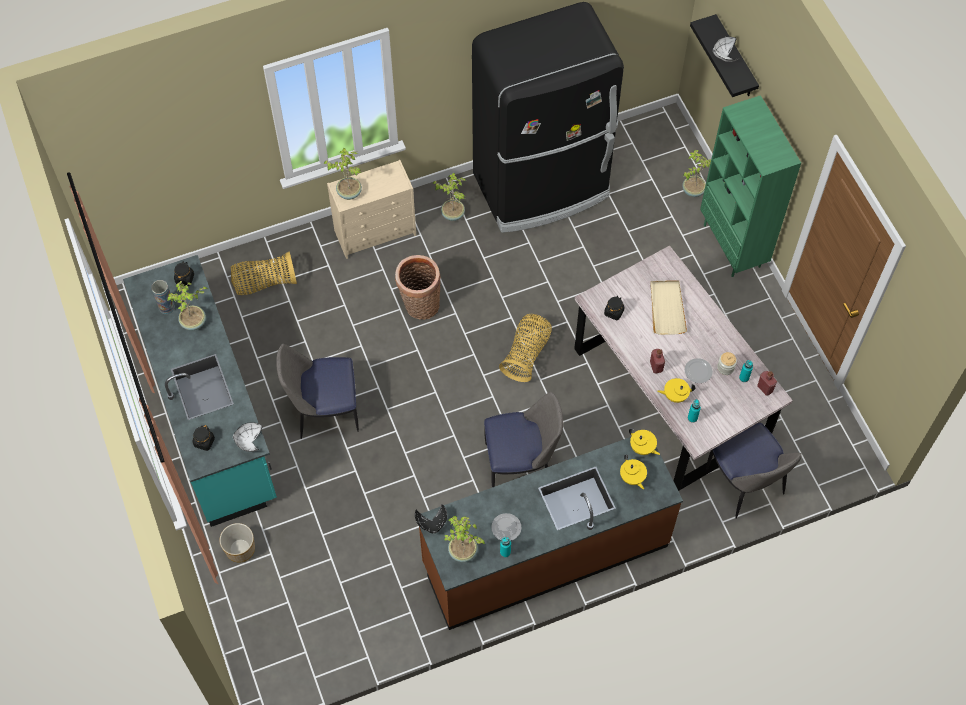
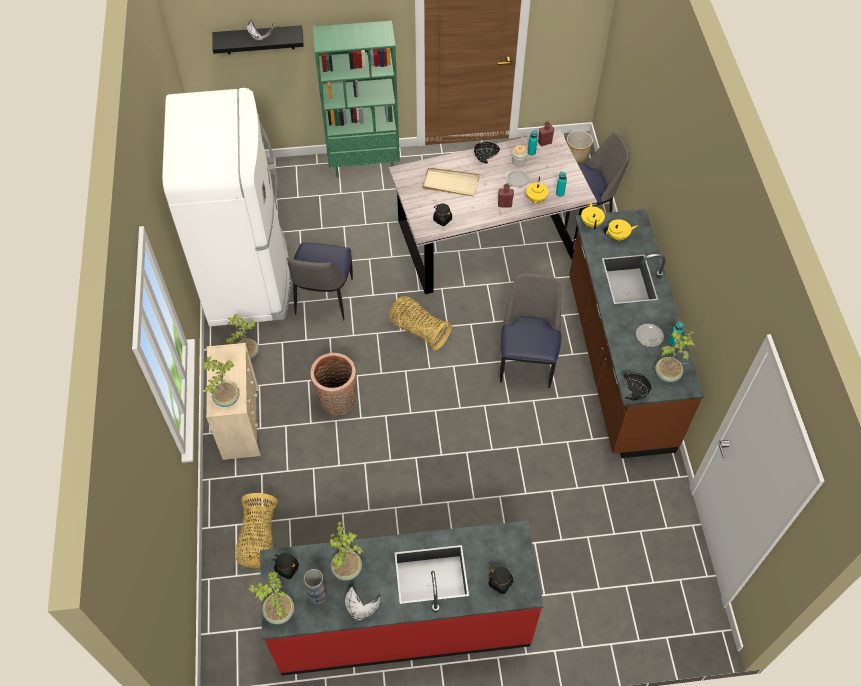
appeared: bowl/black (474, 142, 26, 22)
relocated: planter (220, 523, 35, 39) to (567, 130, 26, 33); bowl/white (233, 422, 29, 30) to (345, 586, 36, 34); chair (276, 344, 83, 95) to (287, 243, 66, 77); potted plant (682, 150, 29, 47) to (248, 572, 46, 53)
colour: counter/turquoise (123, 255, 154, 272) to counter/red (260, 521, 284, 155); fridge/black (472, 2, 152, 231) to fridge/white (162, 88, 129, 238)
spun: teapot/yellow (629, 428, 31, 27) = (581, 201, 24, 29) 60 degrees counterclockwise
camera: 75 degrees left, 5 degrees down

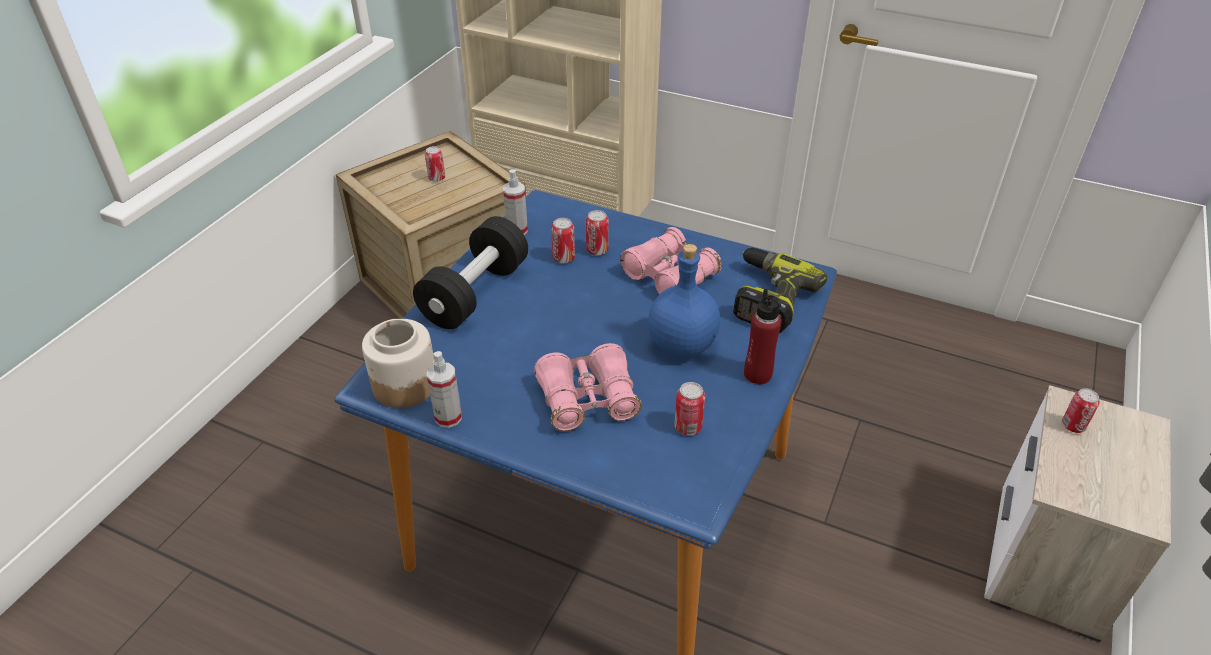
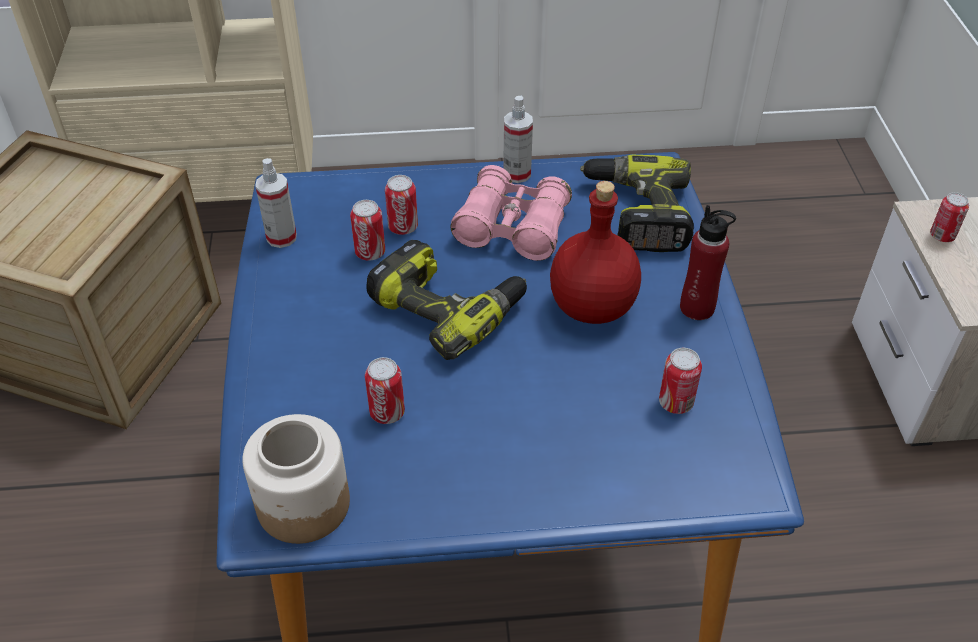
missing: dumbbell/black (413, 216, 115, 113); binoculars/pink (534, 343, 107, 88)
appeared: power drill (366, 240, 161, 120)
relocated: can (425, 146, 20, 36) to (365, 357, 40, 67); spray bottle (427, 351, 35, 77) to (503, 96, 30, 87)
colour: bottle/blue (648, 244, 72, 114) to bottle/red (550, 181, 91, 143)
camera: 30 degrees left, 5 degrees up

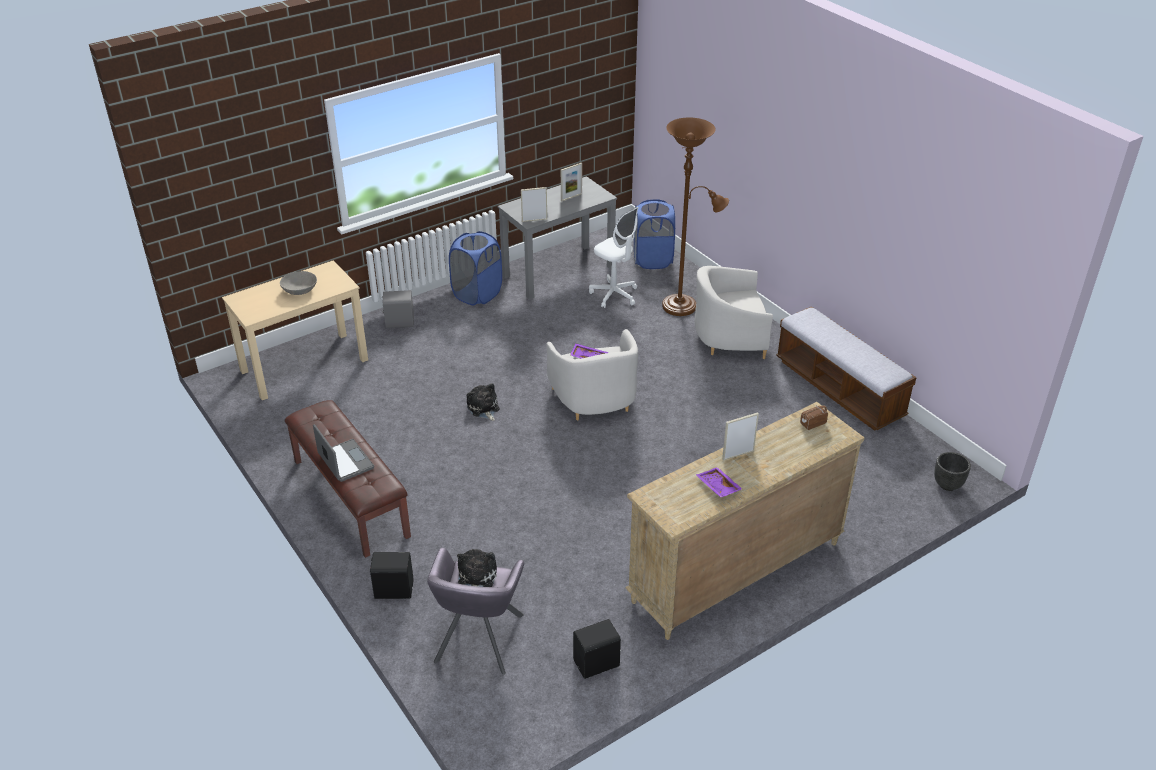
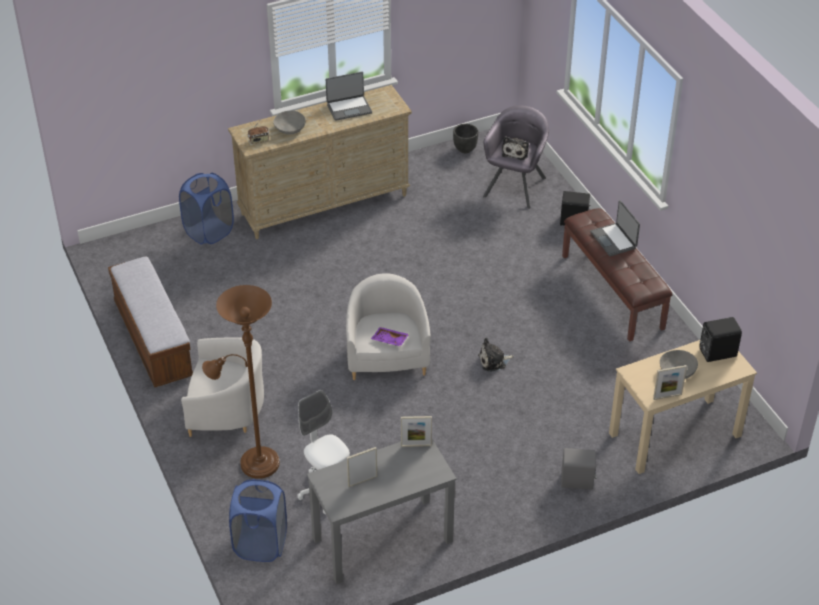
appeared: bowl/grey (273, 111, 33, 24)
relocated: laundry basket/blue (449, 231, 53, 75) to (179, 173, 55, 72); speaker/black (573, 619, 48, 60) to (699, 317, 43, 45); picture frame (722, 413, 37, 48) to (653, 365, 34, 35); planter/black (934, 452, 37, 39) to (453, 124, 25, 29)
exchanged: tray/purple (696, 467, 46, 31) to laptop (326, 72, 46, 49)
spun: plush toy (467, 383, 32, 38) = (478, 338, 36, 34) 90 degrees clockwise
camera: 170 degrees left, 5 degrees up

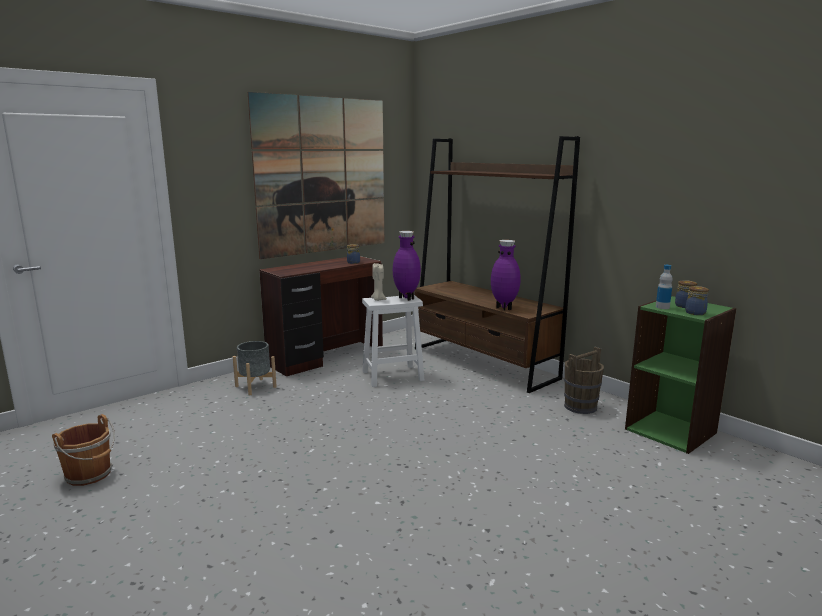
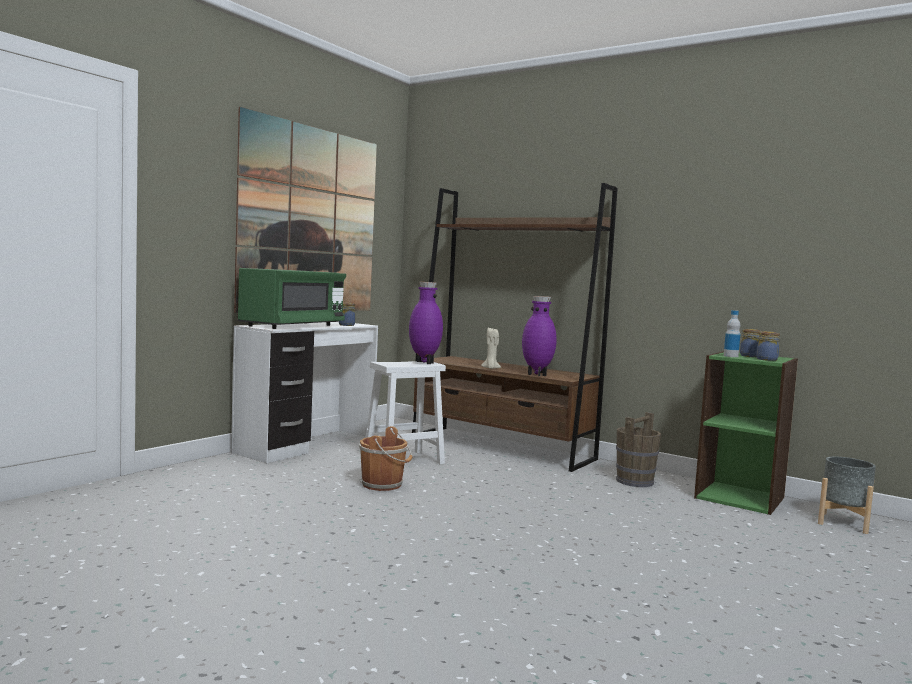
appeared: microwave/green (238, 268, 108, 61)
relocated: bucket/brown (52, 414, 63, 72) to (359, 426, 54, 65); planter/grey (233, 341, 44, 54) to (818, 457, 58, 77); candle/beige (371, 263, 16, 38) to (481, 327, 20, 42)
colour: desk/brown (259, 256, 124, 121) to desk/white (231, 322, 147, 142)
camera: 15 degrees left, 10 degrees down

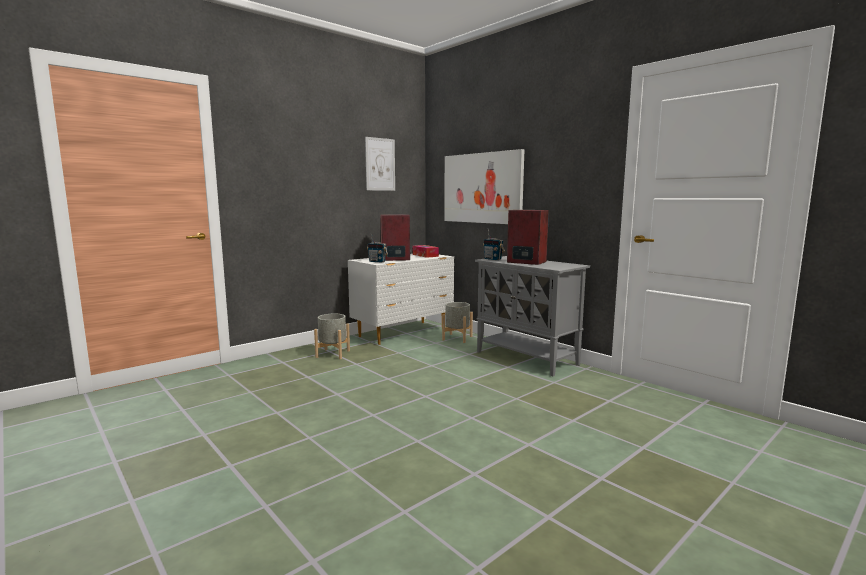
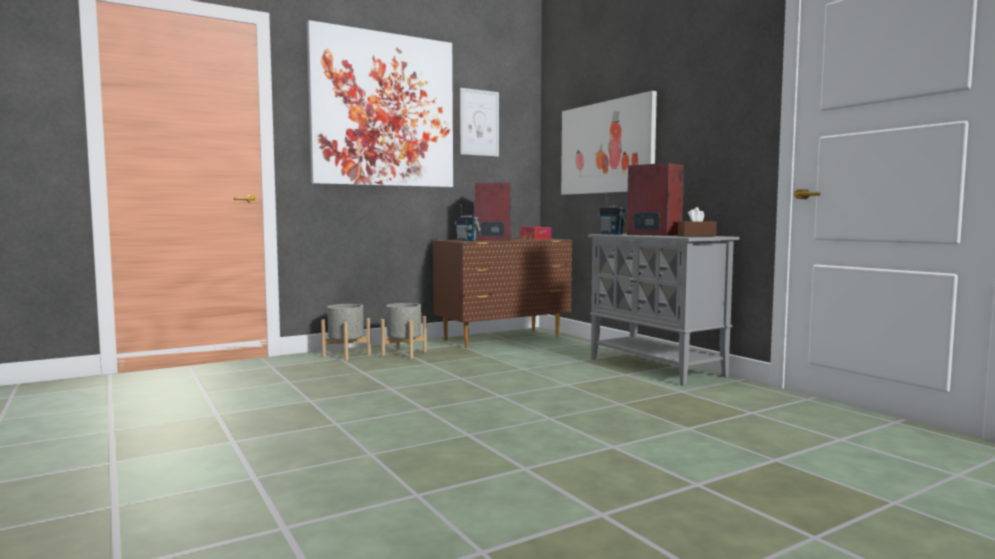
appeared: picture (307, 20, 146, 167); tissue box/brown (678, 207, 39, 29)
relocated: planter/grey (442, 302, 31, 41) to (321, 304, 50, 57)
colour: dresser/white (348, 254, 106, 91) to dresser/brown (433, 238, 139, 110)
camera: 10 degrees right, 5 degrees down

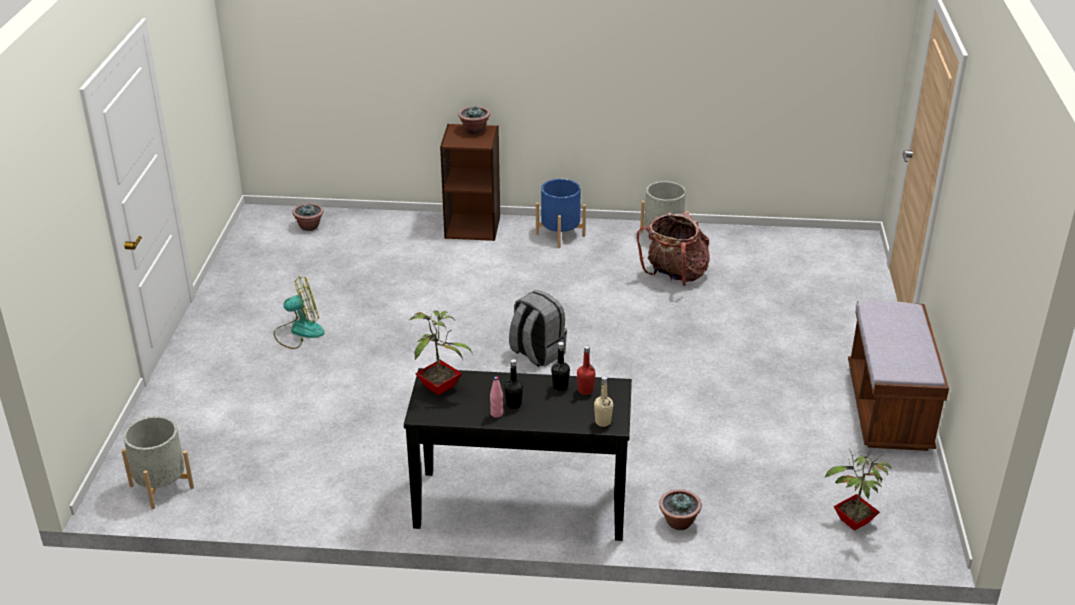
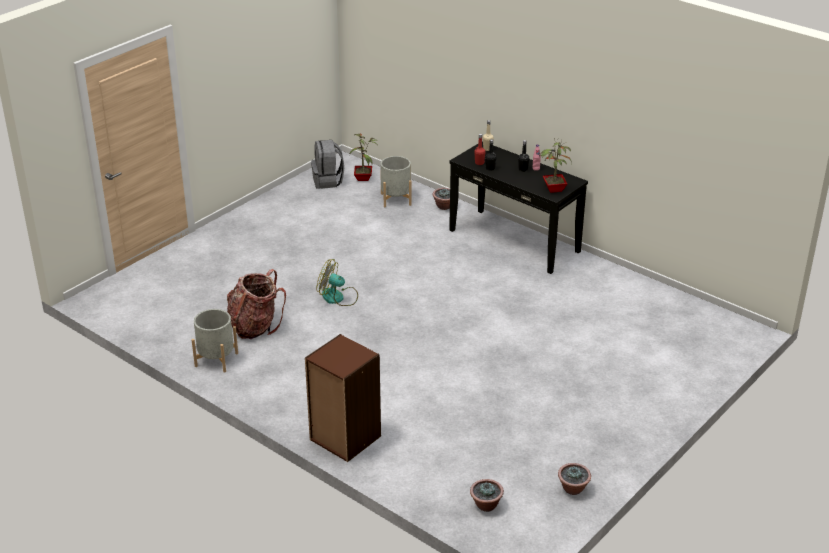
missing: planter/blue (536, 179, 50, 69); bench/brown (848, 301, 101, 150)
relocated: planter/grey (121, 416, 73, 93) to (380, 156, 31, 51); fan (273, 276, 52, 73) to (316, 259, 42, 47); potted plant (458, 106, 32, 29) to (558, 463, 33, 32); backpack/grey (509, 290, 58, 77) to (311, 140, 33, 49)
camera: 145 degrees left, 0 degrees up

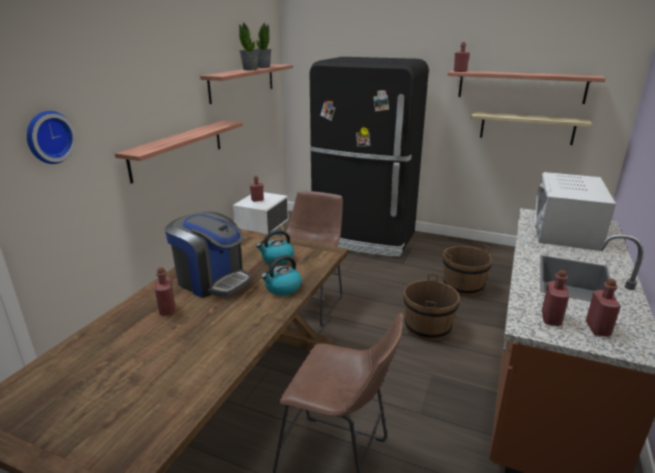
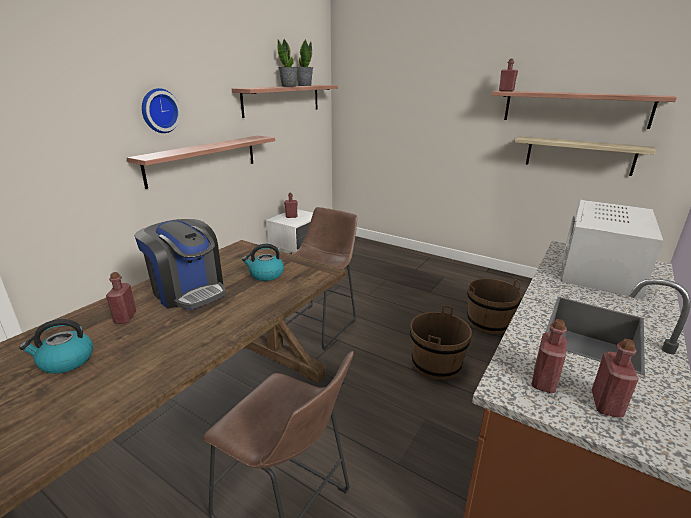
missing: fridge/black (310, 57, 119, 200)
relocated: wall clock (27, 111, 49, 53) to (142, 88, 39, 45); kettle (261, 255, 41, 40) to (19, 319, 74, 55)
camera: 10 degrees right, 0 degrees up

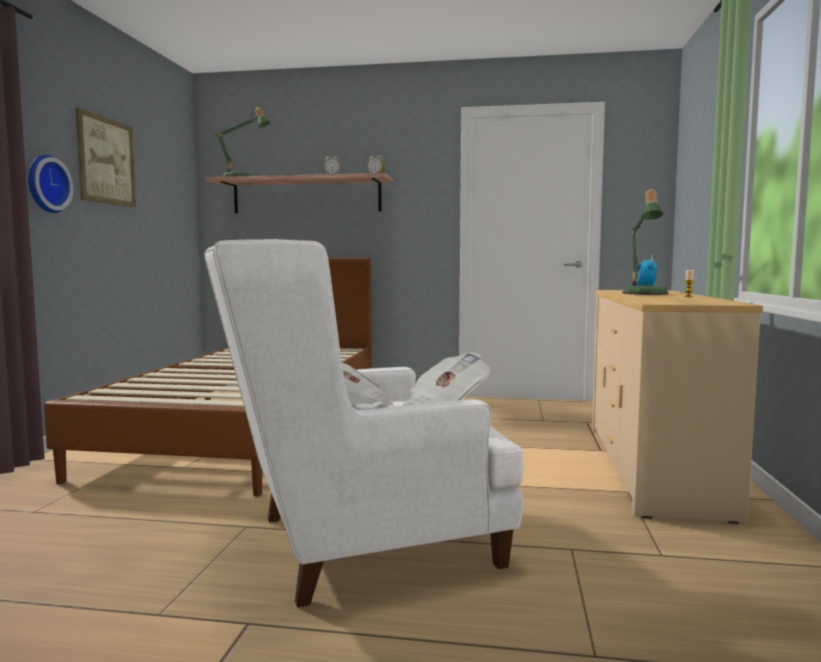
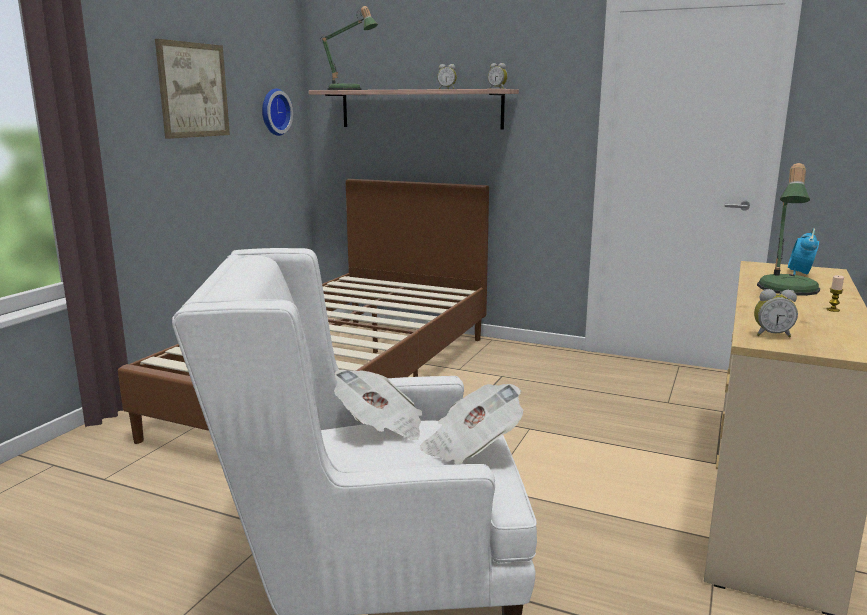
appeared: alarm clock (754, 289, 44, 49)
relocated: wall clock (28, 155, 45, 58) to (262, 88, 31, 48)
camera: 15 degrees right, 10 degrees up

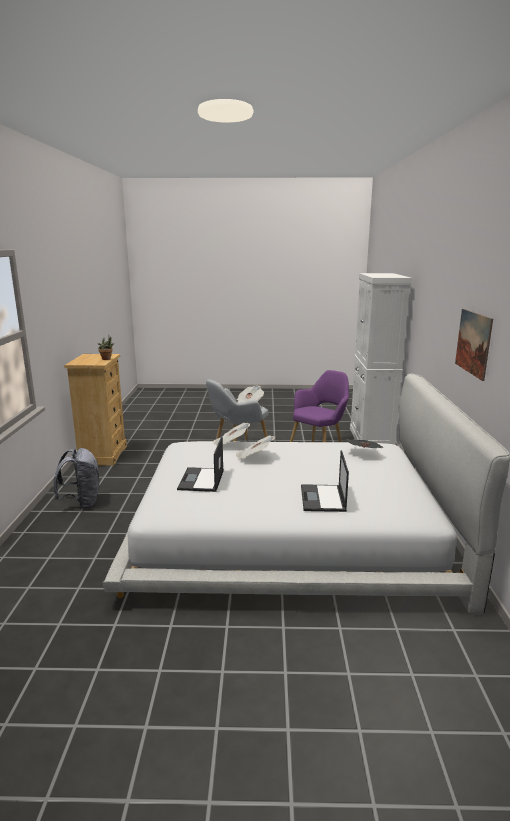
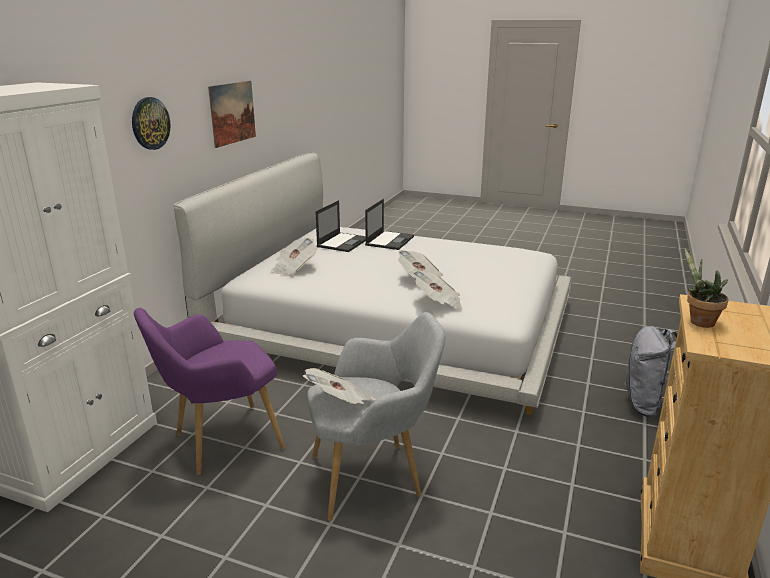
appeared: wall clock (132, 97, 39, 53)
relocated: laptop (177, 436, 47, 56) to (315, 200, 51, 52)
camera: 160 degrees left, 5 degrees up

